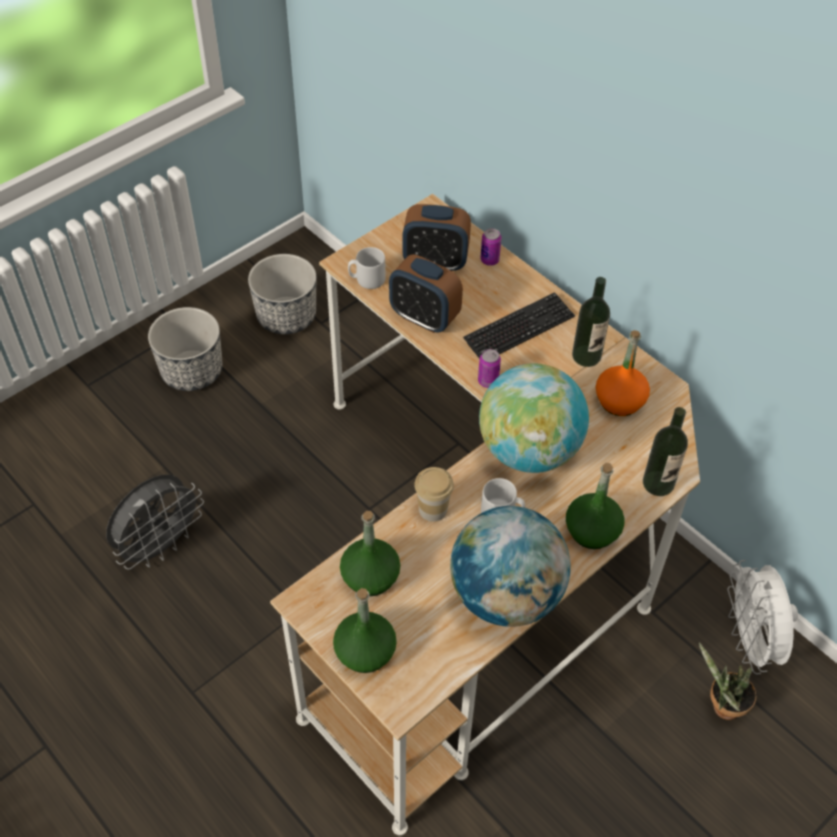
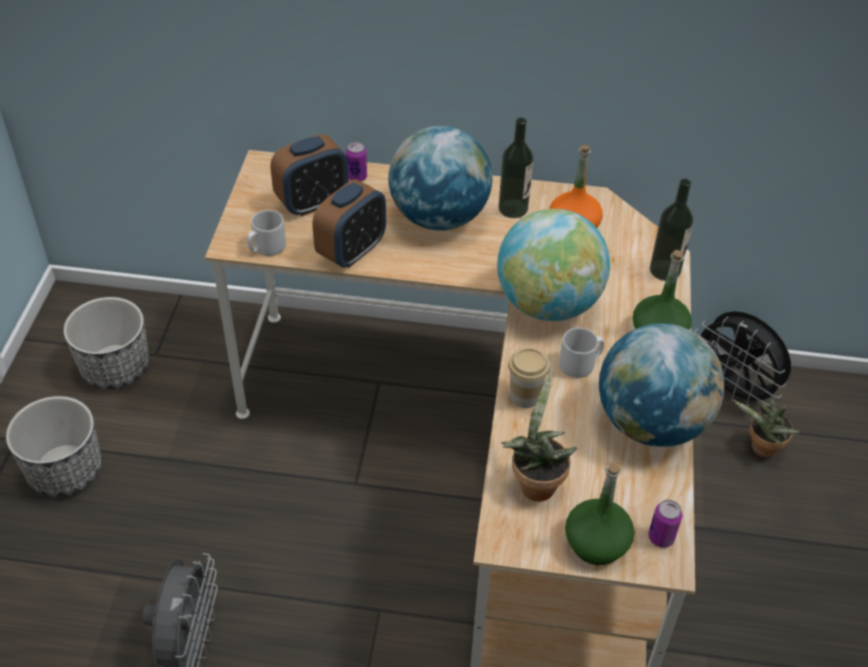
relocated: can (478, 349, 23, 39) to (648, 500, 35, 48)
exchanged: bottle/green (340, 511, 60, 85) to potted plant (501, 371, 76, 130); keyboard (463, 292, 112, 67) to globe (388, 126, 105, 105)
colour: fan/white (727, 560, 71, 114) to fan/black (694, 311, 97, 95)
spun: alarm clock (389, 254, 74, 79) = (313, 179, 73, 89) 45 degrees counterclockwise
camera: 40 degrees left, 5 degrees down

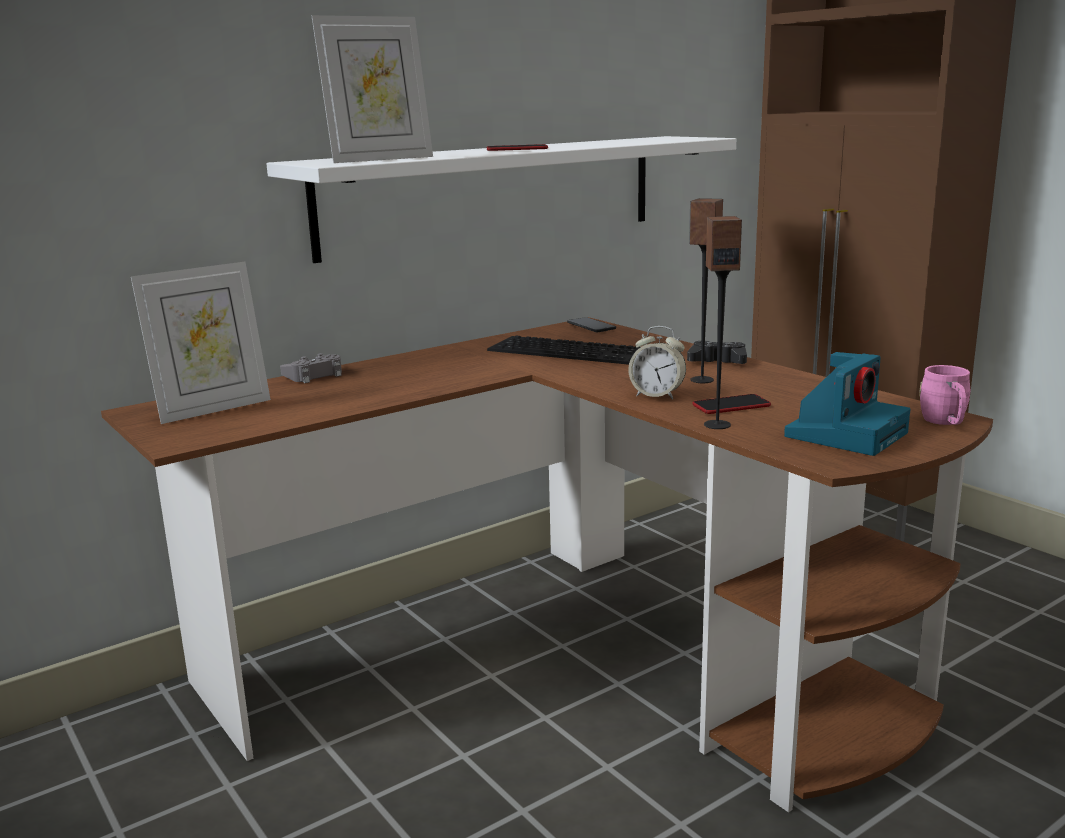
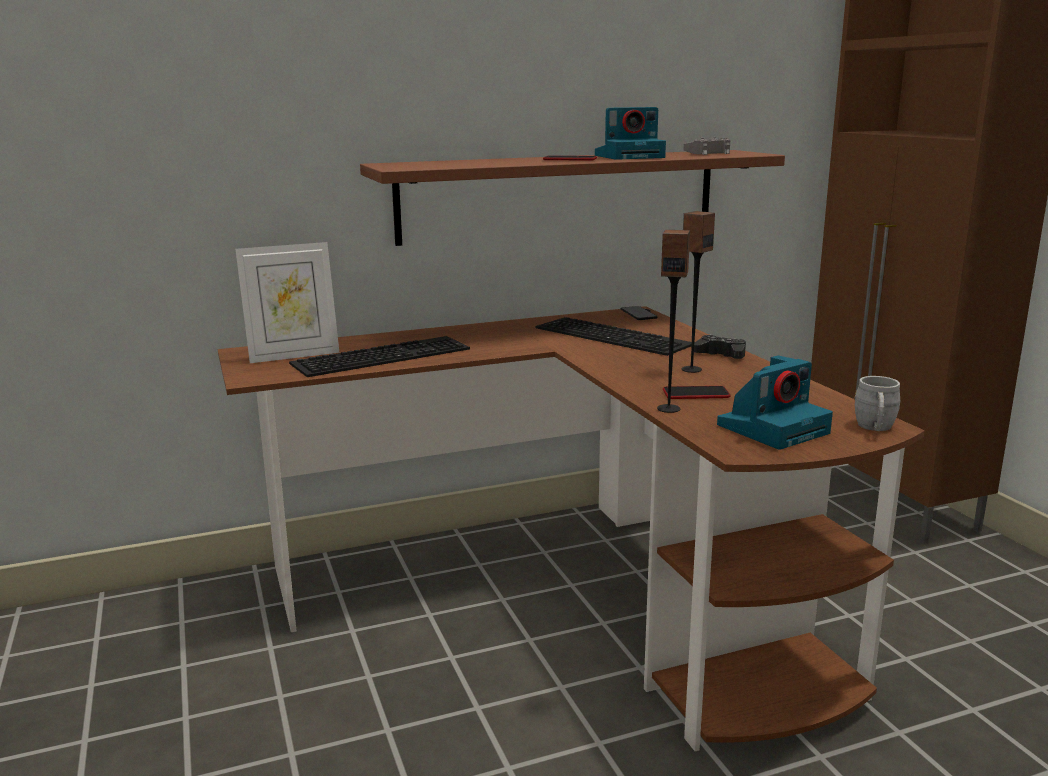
missing: picture frame (312, 15, 121, 148); alarm clock (628, 326, 58, 73)
appeared: keyboard (289, 336, 181, 41); photo camera (595, 107, 71, 53)
relocated: game controller/grey (280, 353, 62, 30) to (684, 137, 46, 18)
colour: shelf/white (267, 136, 469, 127) to shelf/brown (360, 150, 425, 96); mug/pink (919, 365, 52, 60) to mug/grey (854, 376, 46, 55)
camera: 15 degrees right, 0 degrees up

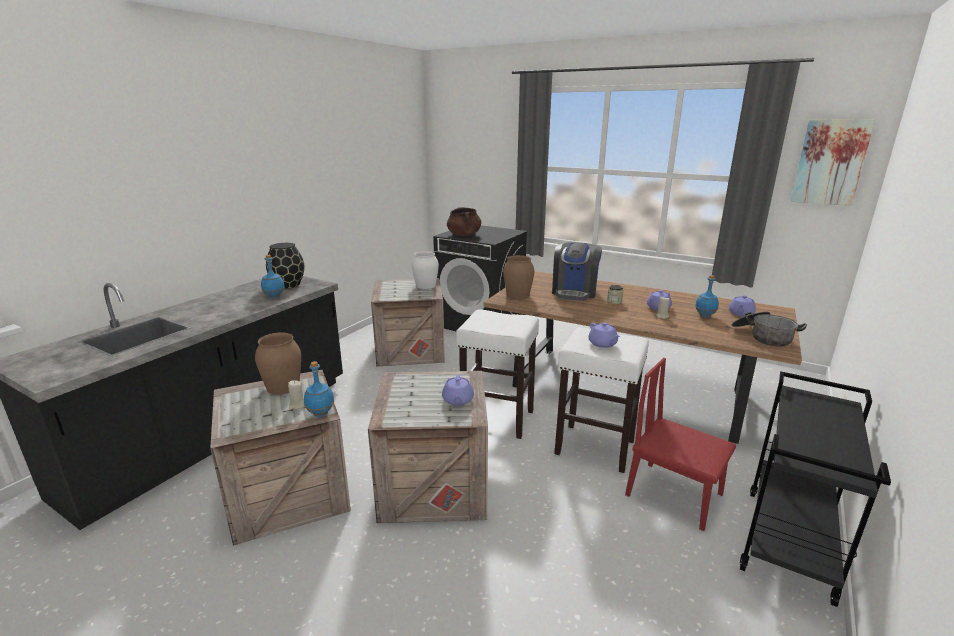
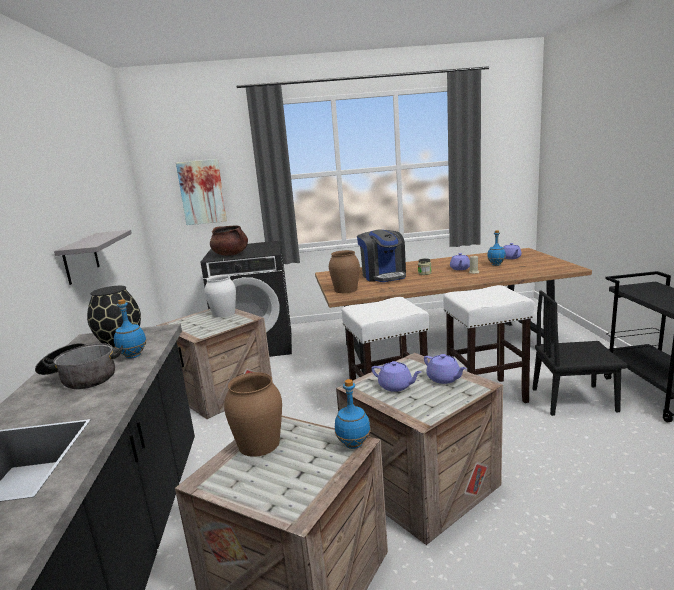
missing: candle/beige (288, 380, 17, 29)
appeared: shelf/grey (54, 230, 78, 55)
relocated: teapot/purple (588, 322, 32, 26) to (371, 361, 51, 31); cooking pot (732, 312, 75, 34) to (35, 343, 88, 46); picture (791, 119, 84, 87) to (176, 159, 51, 66)
colour: chair/red (625, 358, 111, 173) to chair/black (533, 290, 94, 126)
camera: 35 degrees left, 5 degrees down

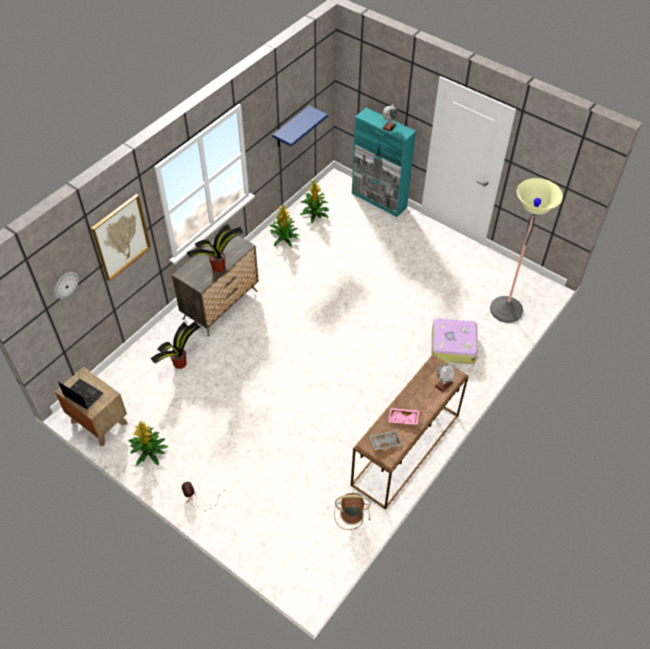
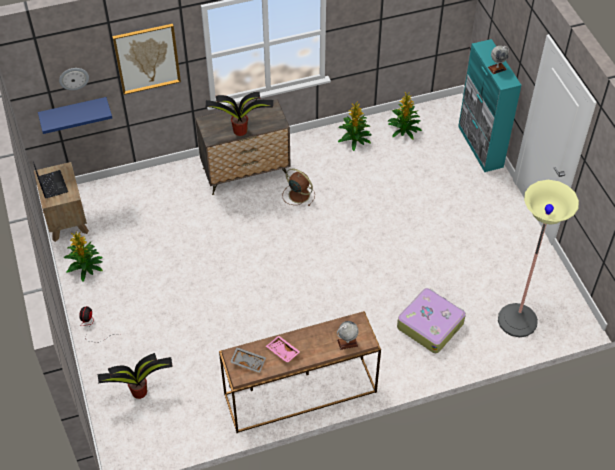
relocated: potted plant (150, 322, 51, 47) to (98, 353, 75, 46); shelf/blue (272, 105, 56, 42) to (38, 97, 74, 37); fan/brown (334, 493, 37, 37) to (282, 168, 33, 38)
camera: 35 degrees right, 0 degrees up

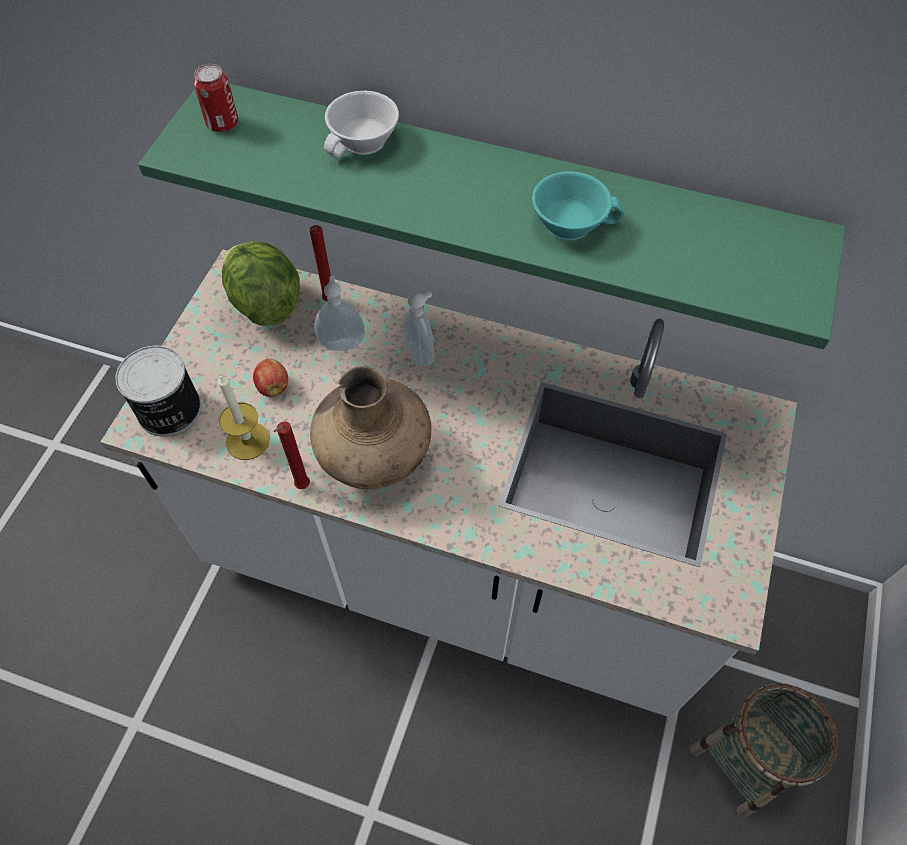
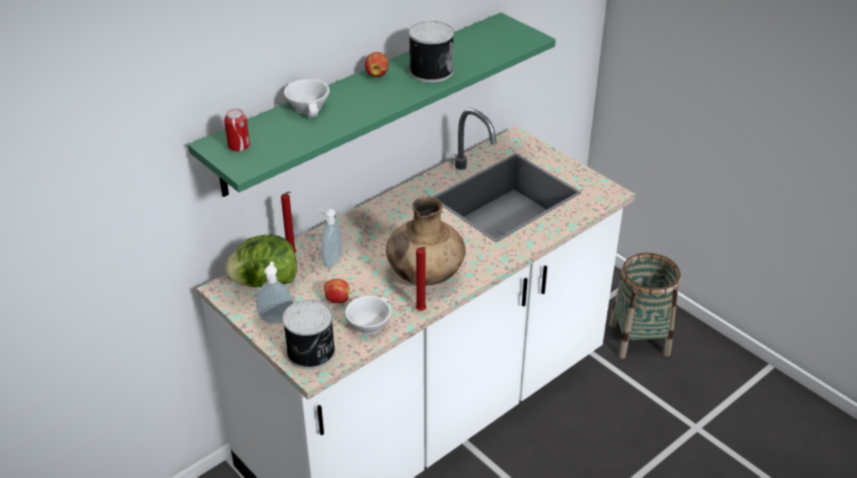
appeared: apple (365, 52, 24, 25)
relocated: soap dispenser (403, 292, 31, 75) to (256, 262, 38, 62)
exchanged: candle (218, 374, 52, 86) to cup/white (345, 296, 46, 39); cup/turquoise (532, 171, 91, 70) to can (409, 21, 45, 62)
camera: 60 degrees left, 20 degrees down

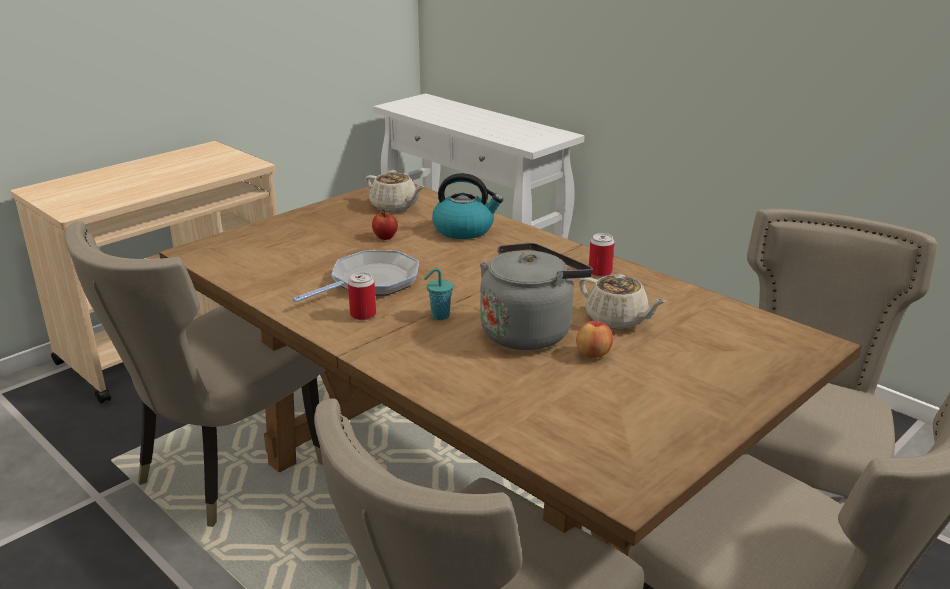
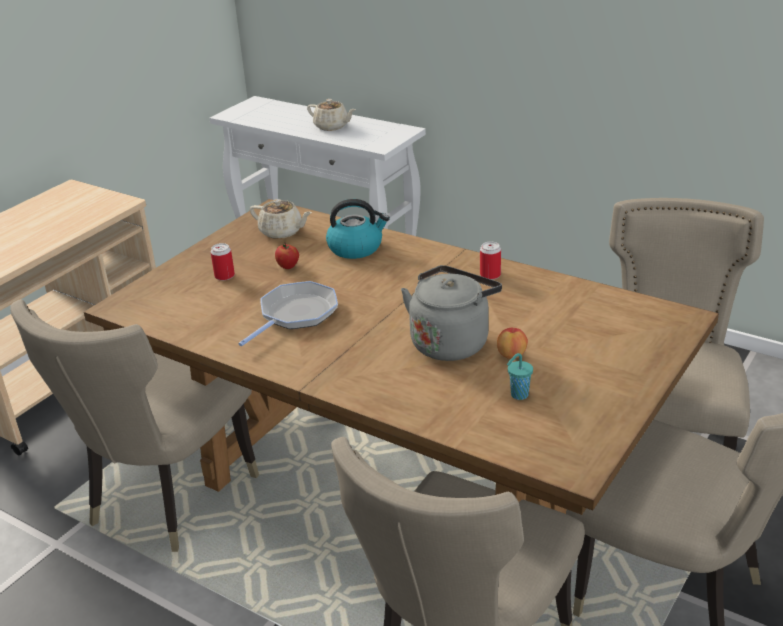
relocated: can (348, 272, 28, 48) to (211, 243, 24, 37); cup/turquoise (424, 268, 29, 52) to (507, 353, 26, 47); teapot/beige (579, 274, 88, 56) to (307, 99, 49, 32)
camera: 10 degrees left, 5 degrees up

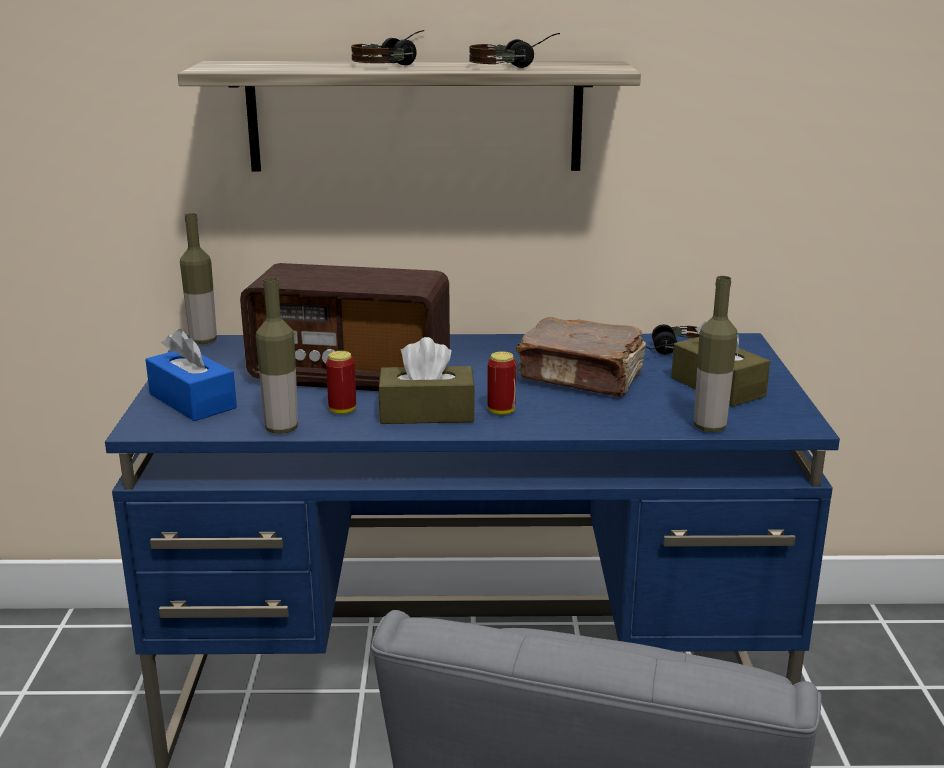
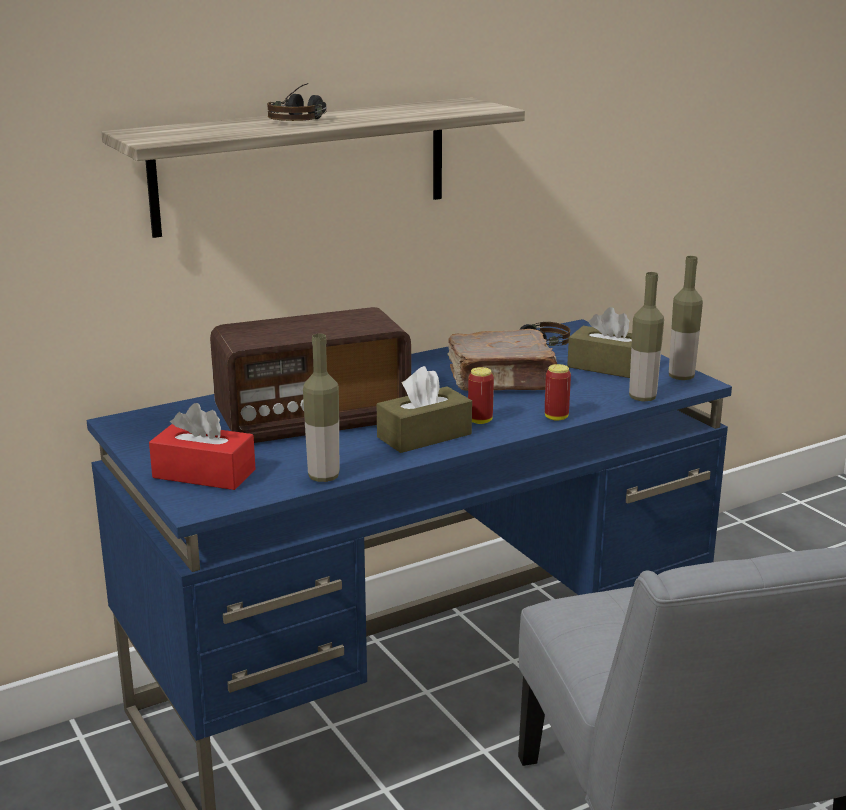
missing: headphones (469, 33, 91, 35)
relocated: bottle (180, 213, 37, 131) to (669, 256, 34, 124); can (326, 351, 30, 63) to (545, 364, 26, 57)
colour: tissue box/blue (146, 329, 91, 92) to tissue box/red (149, 403, 107, 87)
camera: 30 degrees left, 0 degrees up

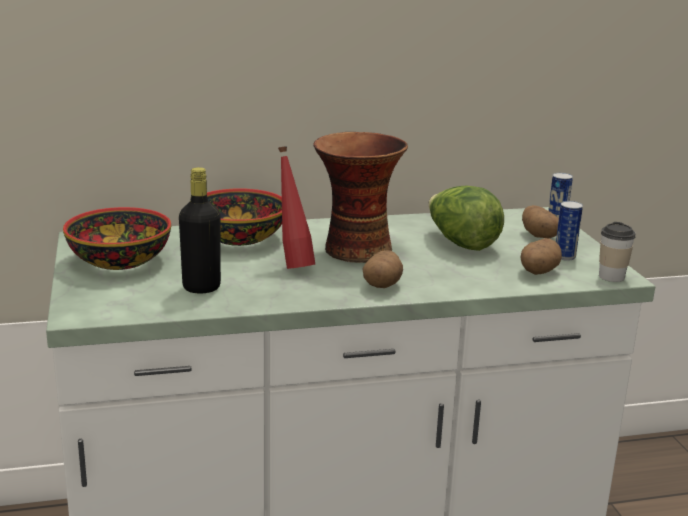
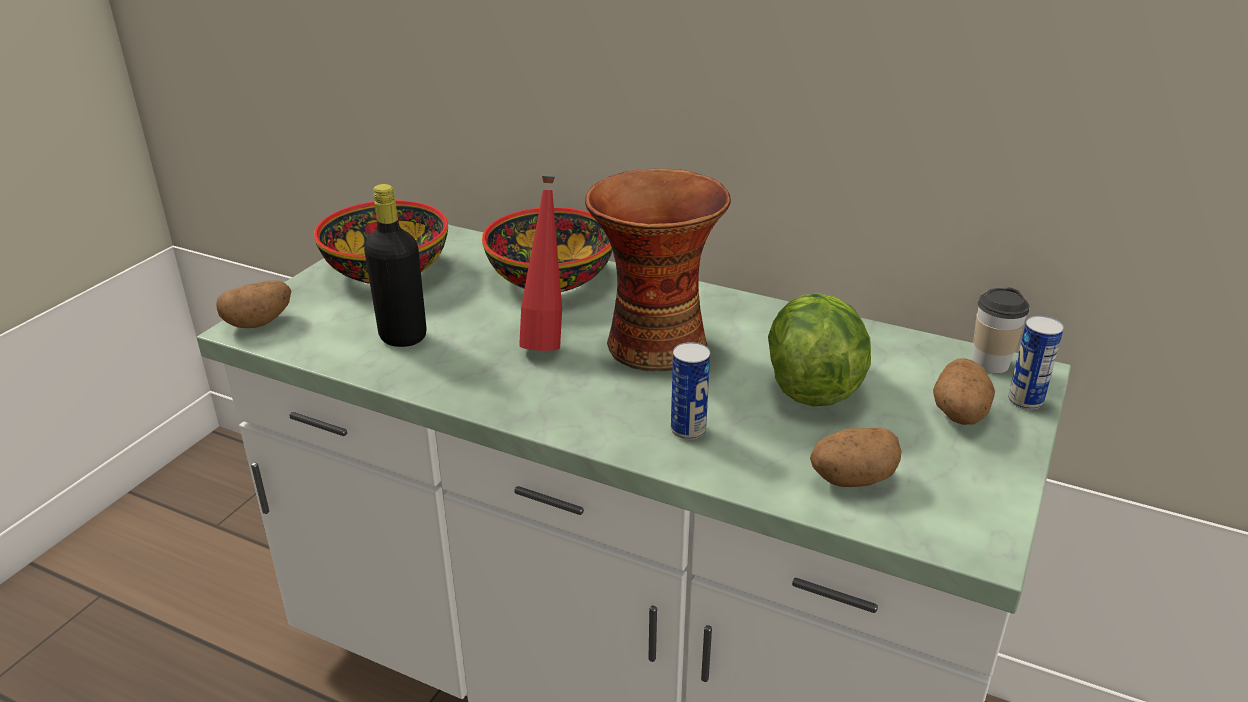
relocated: potato (363, 250, 40, 38) to (216, 280, 75, 48); can (556, 201, 27, 60) to (671, 342, 39, 98); cup (599, 222, 37, 60) to (972, 288, 57, 85)
camera: 40 degrees right, 10 degrees up

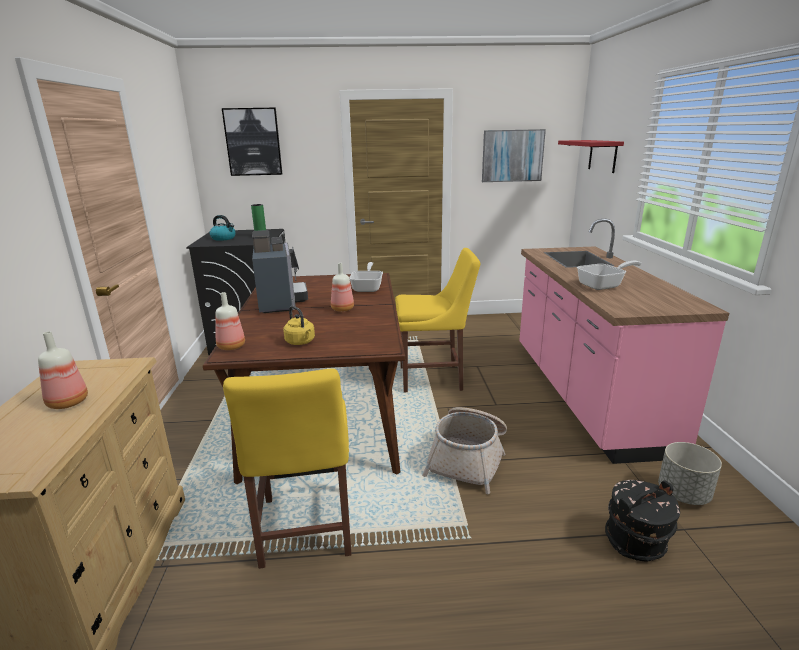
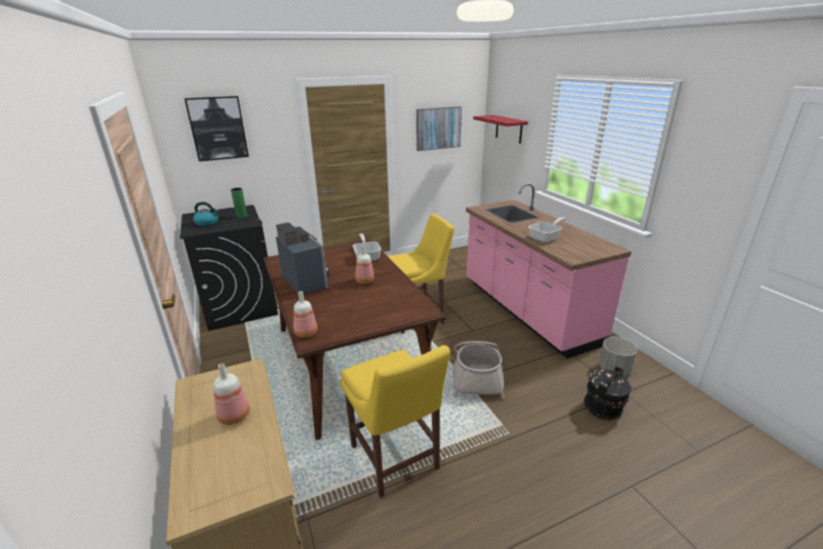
missing: kettle/yellow (283, 306, 32, 39)
camera: 20 degrees left, 5 degrees up

